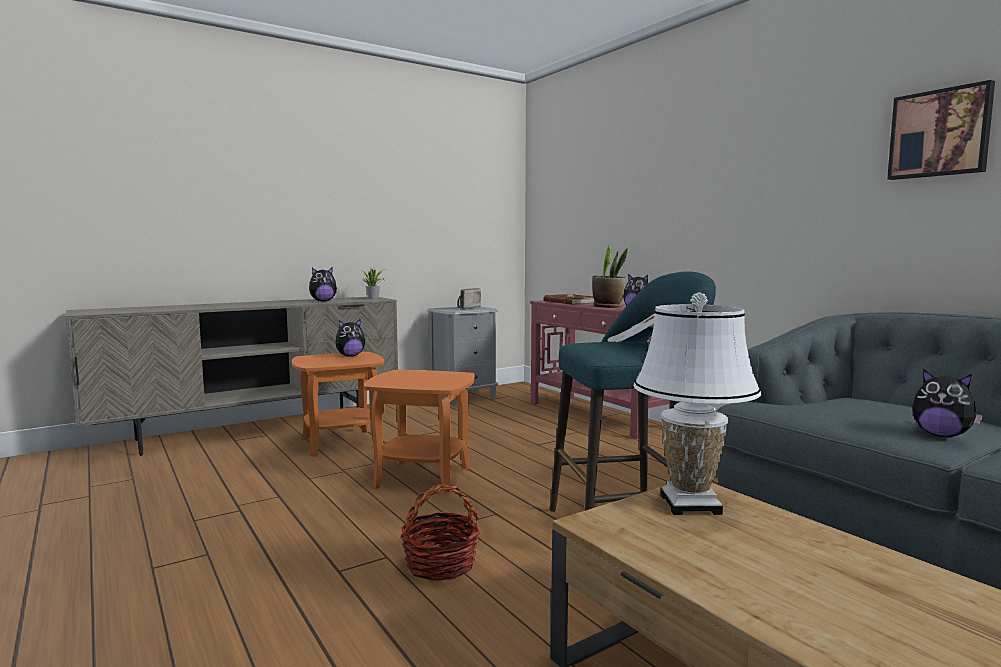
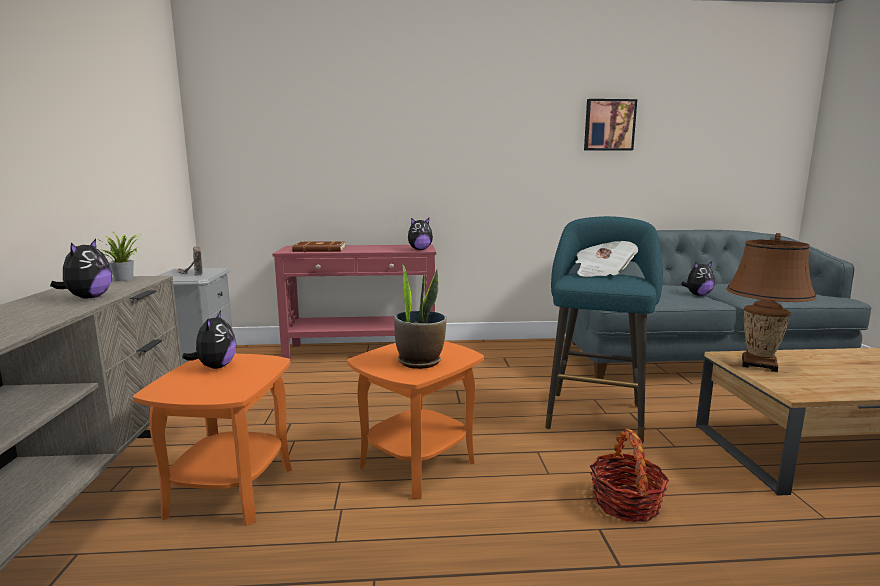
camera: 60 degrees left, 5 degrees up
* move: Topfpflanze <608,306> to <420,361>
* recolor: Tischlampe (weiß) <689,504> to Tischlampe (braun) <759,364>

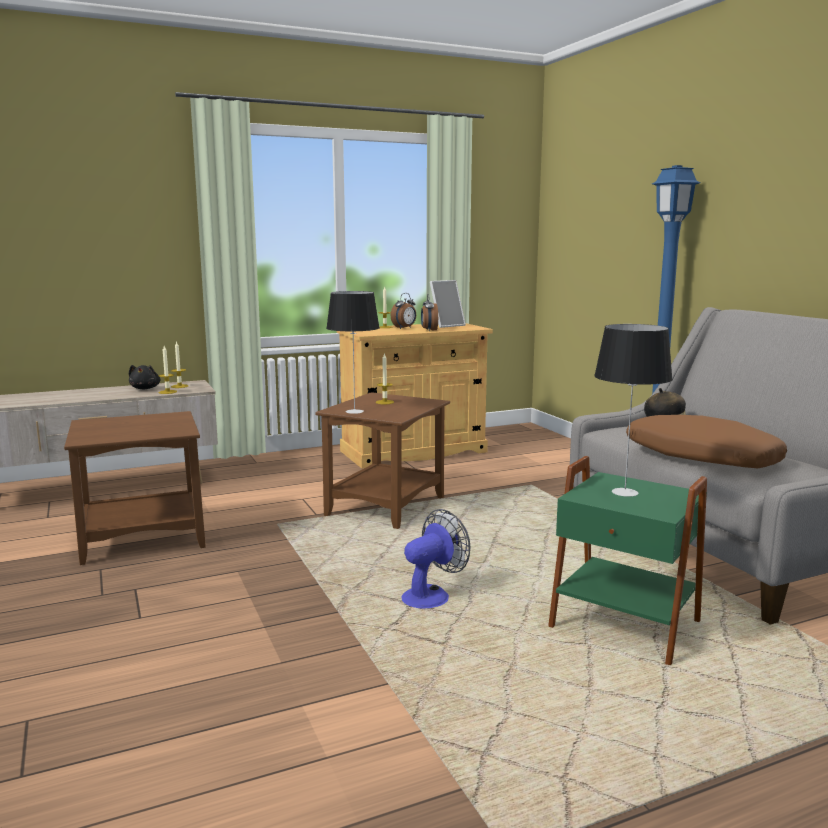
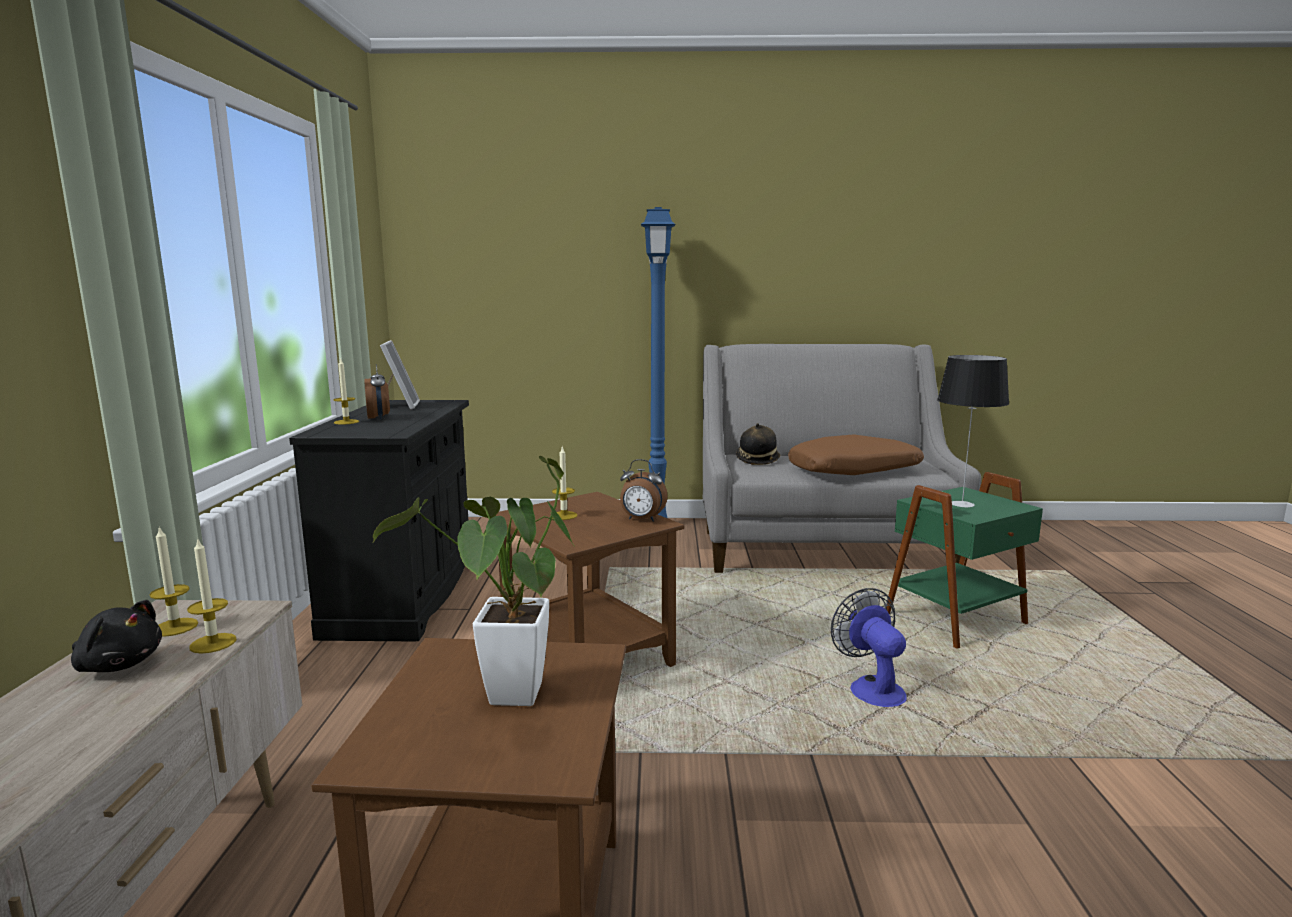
camera: 65 degrees left, 0 degrees up
* delete: Tischlampe <354,411>
* insert: Topfpflanze <511,702>
* move: Wecker <429,330> to <641,519>
* recolor: Schrank (beige) <413,451> to Schrank (schwarz) <404,595>

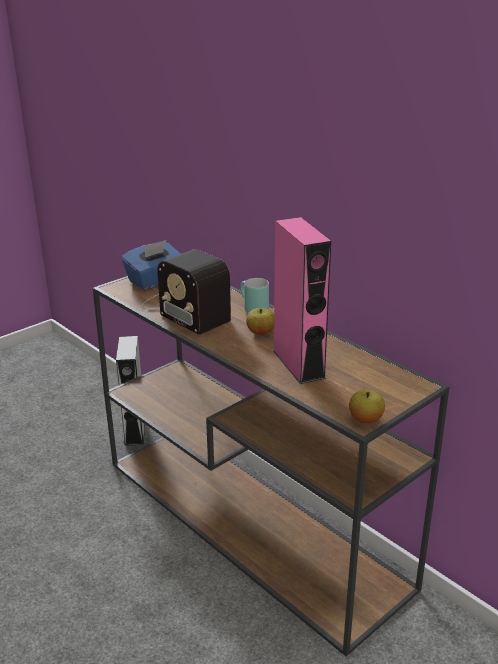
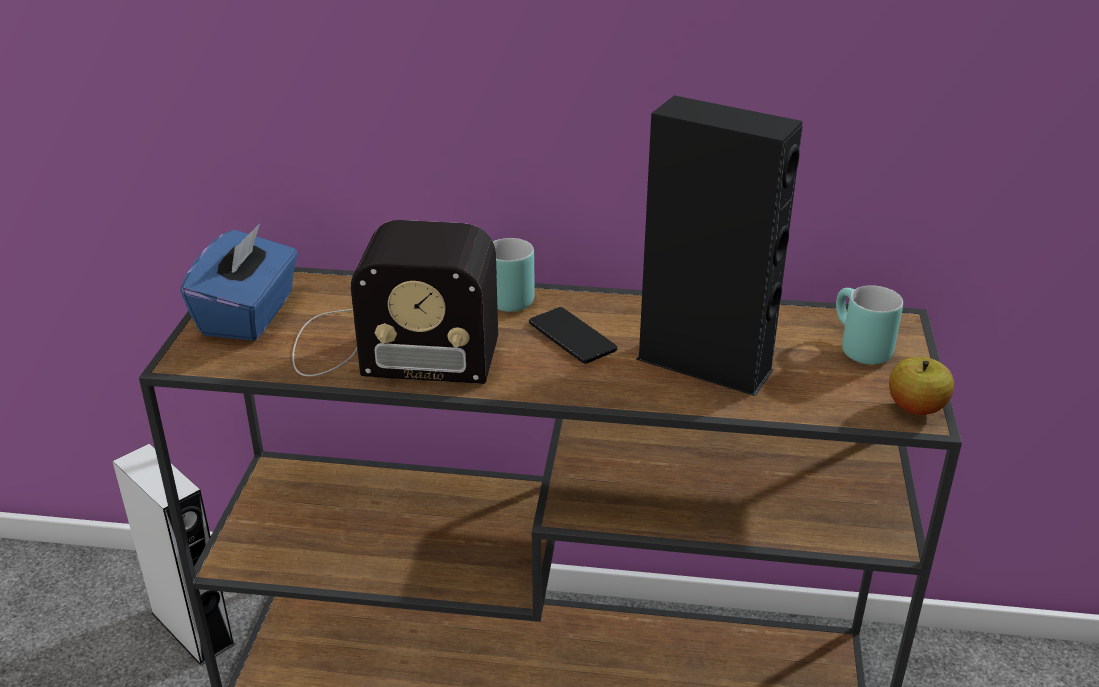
camera: 40 degrees left, 5 degrees up
* insert: Henkelbecher (türkis) <856,348>
* replace: Apfel <260,332> to Handy <572,336>
* recolor: Lautsprecher (rosa) <298,364> to Lautsprecher (schwarz) <704,364>

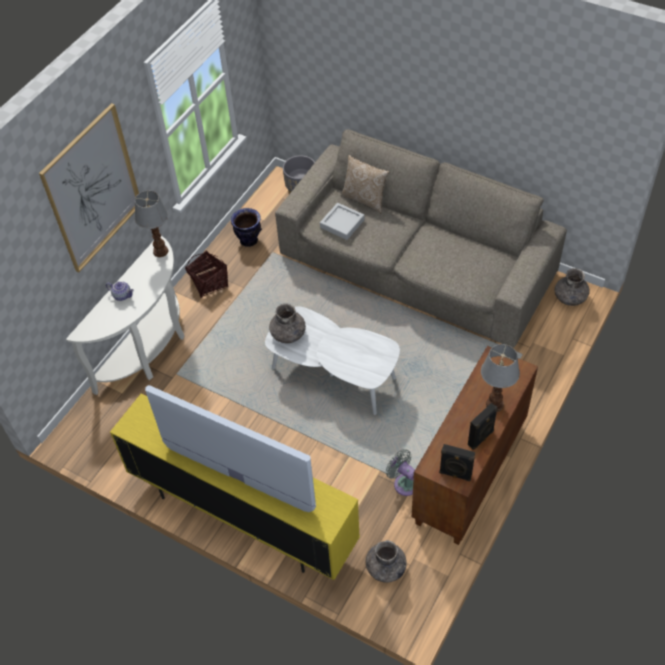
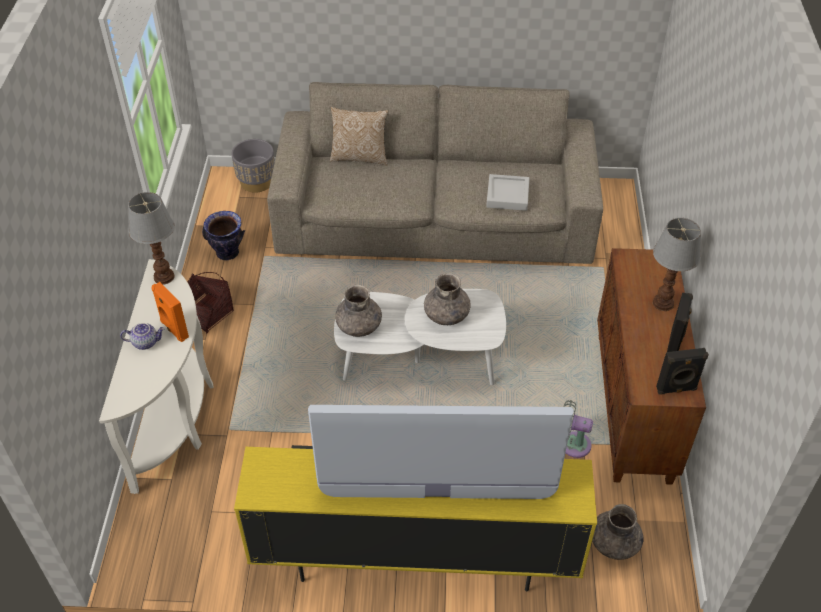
camera: 30 degrees left, 5 degrees down
* delete: Bild <93,189>
* insert: Lautsprecher (orange) <173,330>
* move: Tablett (grau) <342,223> to <507,196>
* move: Vase (grau) <570,297> to <447,315>

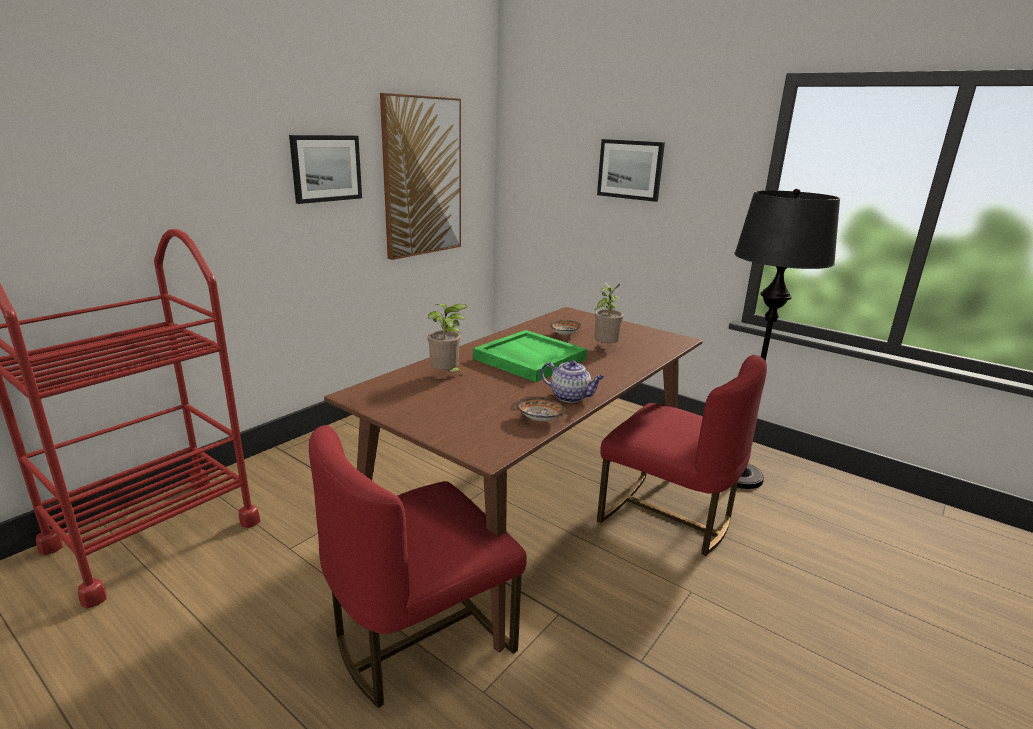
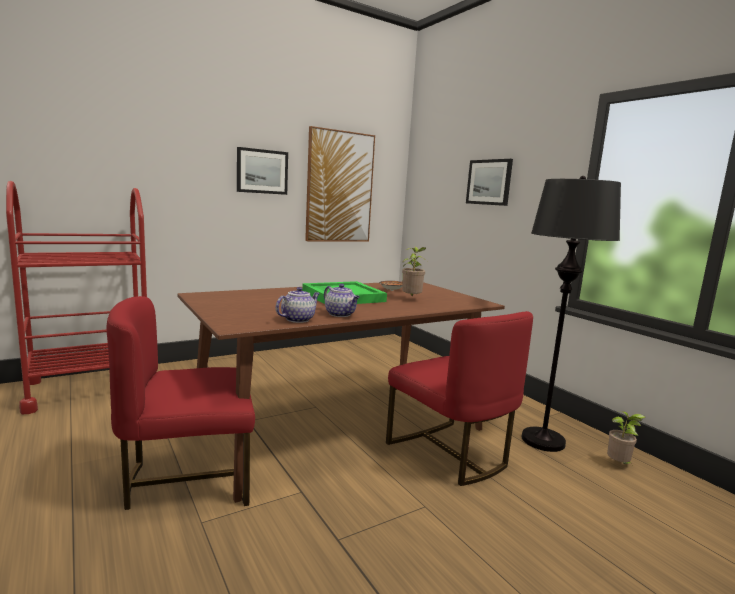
camera: 20 degrees right, 10 degrees down
* move: Topfpflanze <446,375> to <619,465>
* replace: Schüssel <539,419> to Teekanne <298,319>

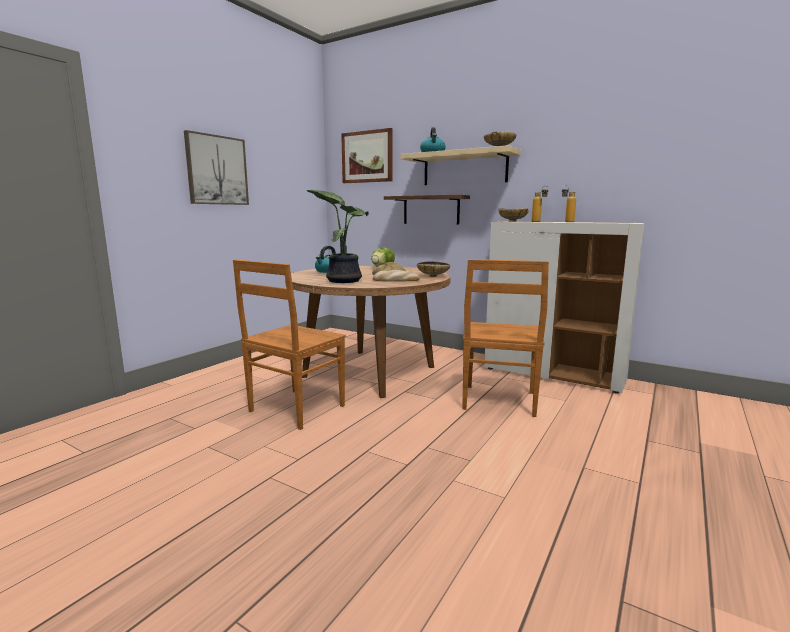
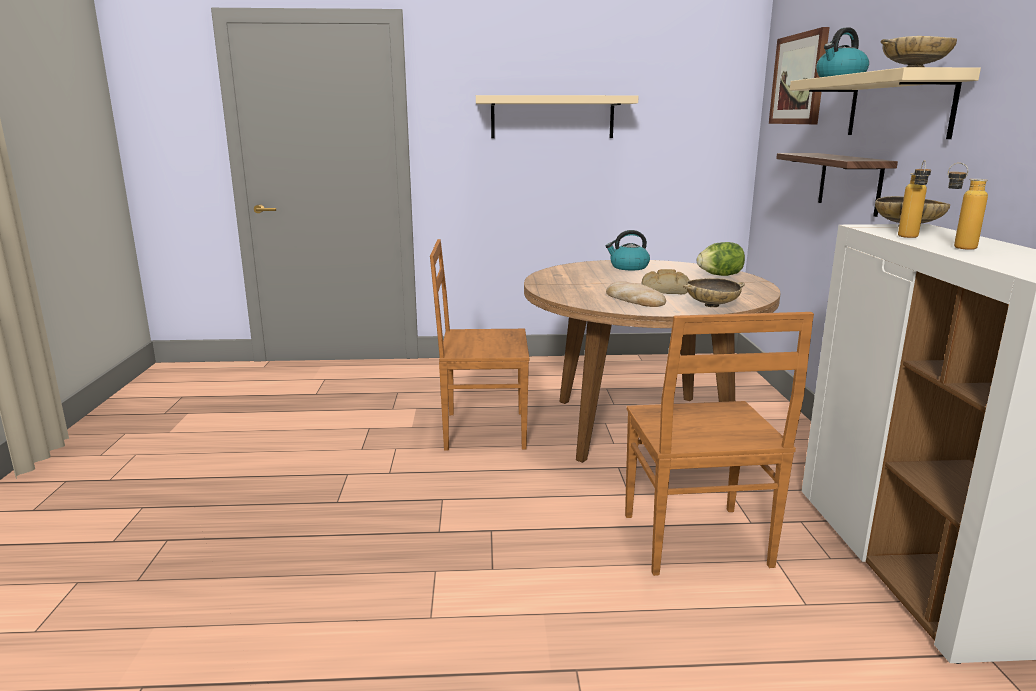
camera: 55 degrees right, 5 degrees up
* delete: Topfpflanze <343,280>
* replace: Bild <217,170> to Wandregal (beige) <552,117>
* rotate: Stuhl (braun) <499,401> = <696,542> 75 degrees counterclockwise

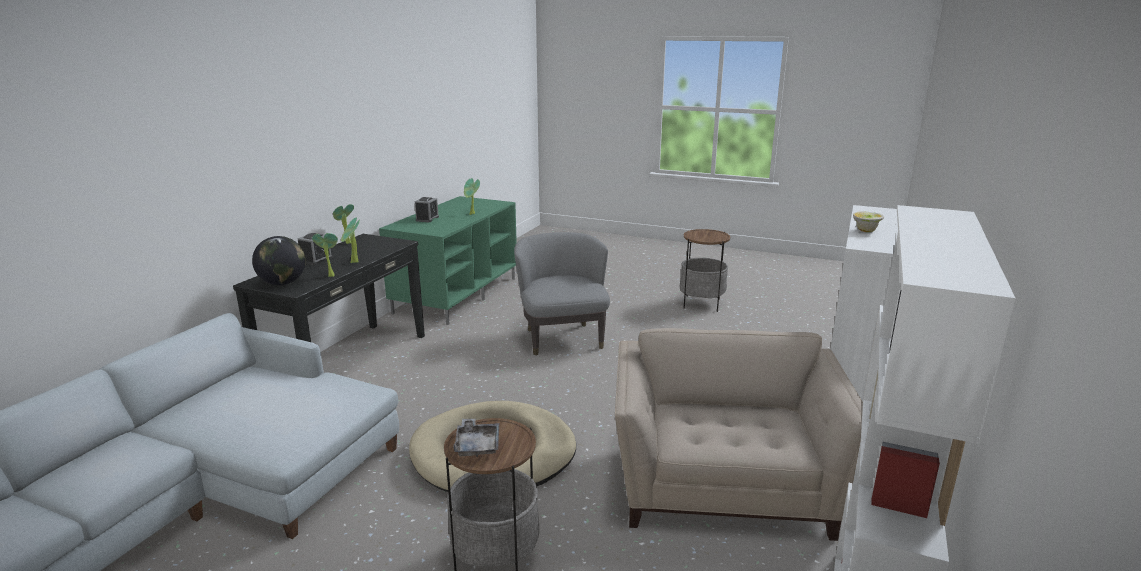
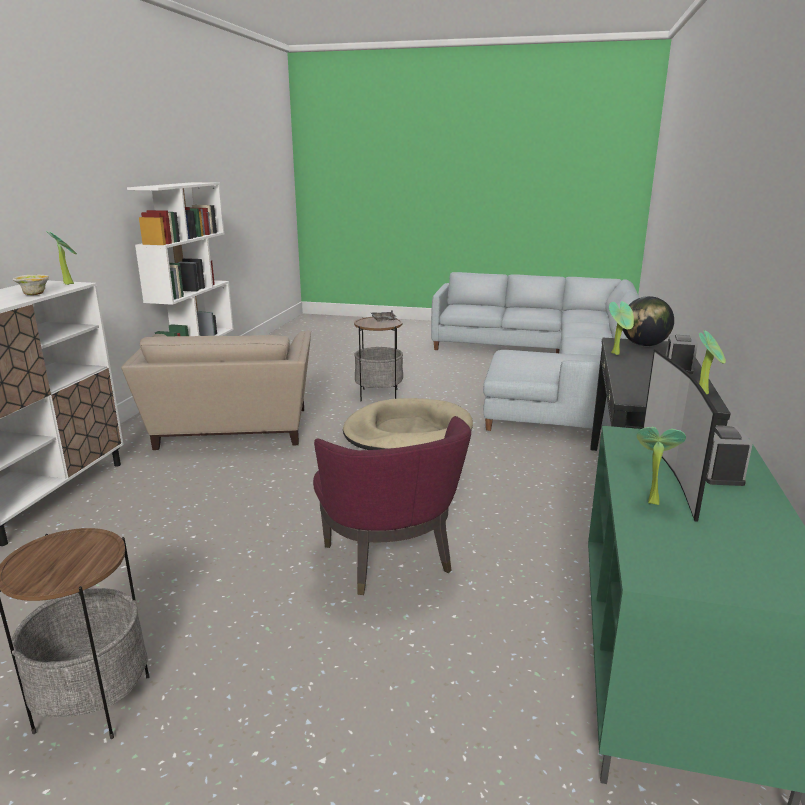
camera: 170 degrees right, 0 degrees up
* insert: Fernseher <673,473>
* move: Topfpflanze <353,263> to <69,283>
* recolor: Sessel (grau) <562,338> to Sessel (lila) <390,560>

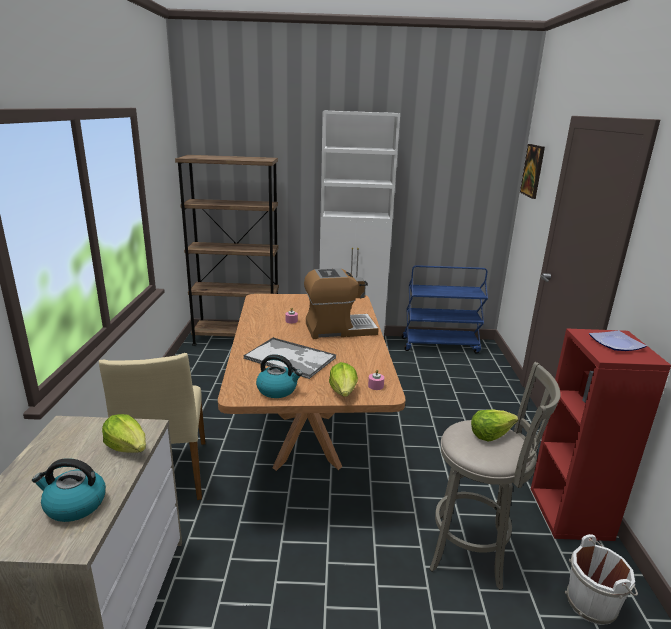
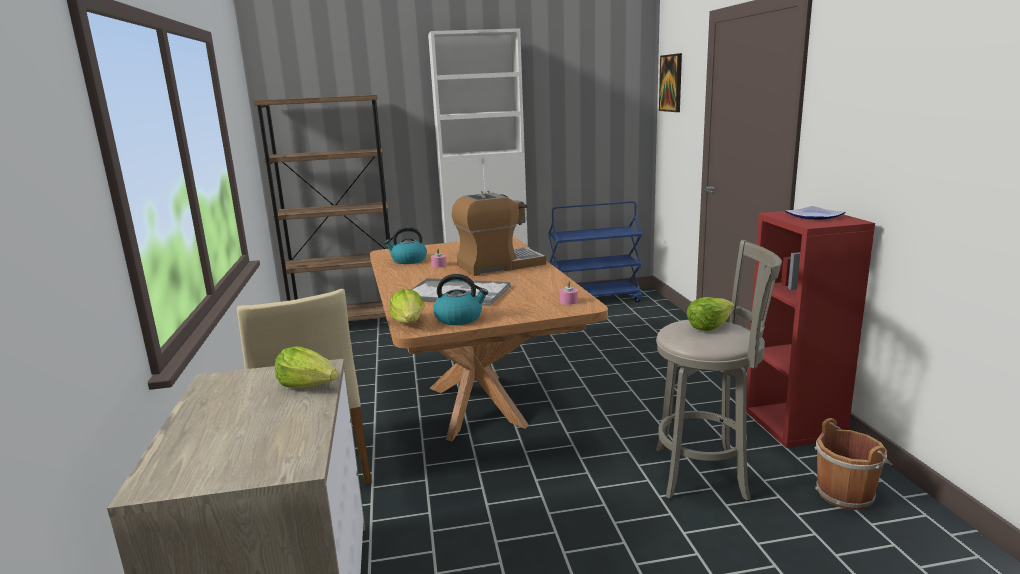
camera: 10 degrees left, 5 degrees down
* move: Wasserkessel <74,505> to <408,260>
* move: Salatkopf <343,391> to <409,322>
* recolor: Eimer (weiß) <593,603> to Eimer (braun) <846,493>

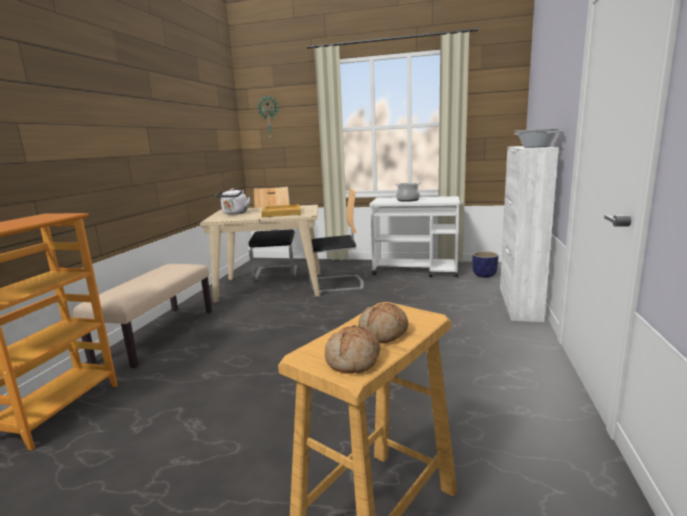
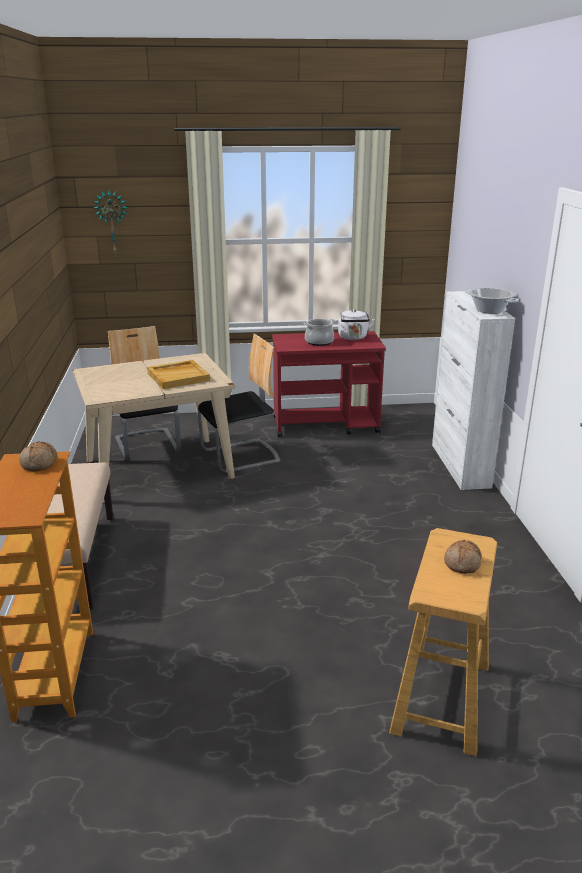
camera: 20 degrees left, 10 degrees up
* delete: Pflanzkübel <484,275>
* move: Wasserkessel (weiß) <234,213> to <353,338>
* move: Brot <354,360> to <40,464>
* recolor: Rollwagen (weiß) <416,270> to Rollwagen (rot) <326,425>

